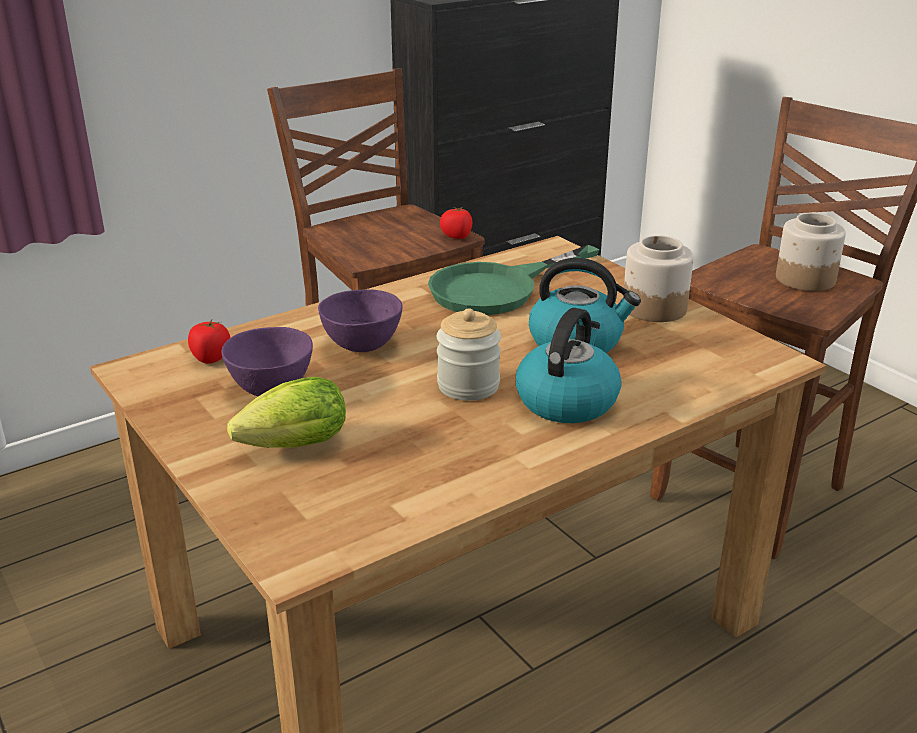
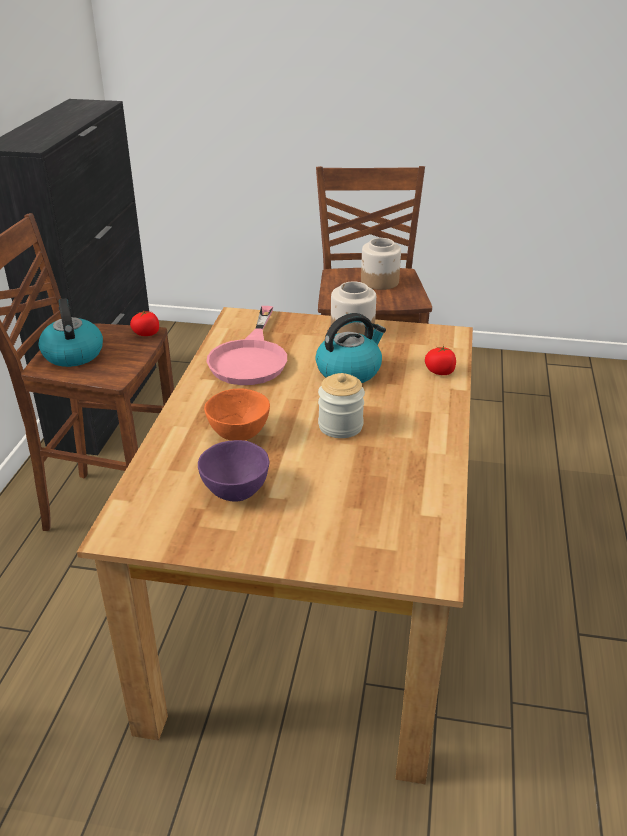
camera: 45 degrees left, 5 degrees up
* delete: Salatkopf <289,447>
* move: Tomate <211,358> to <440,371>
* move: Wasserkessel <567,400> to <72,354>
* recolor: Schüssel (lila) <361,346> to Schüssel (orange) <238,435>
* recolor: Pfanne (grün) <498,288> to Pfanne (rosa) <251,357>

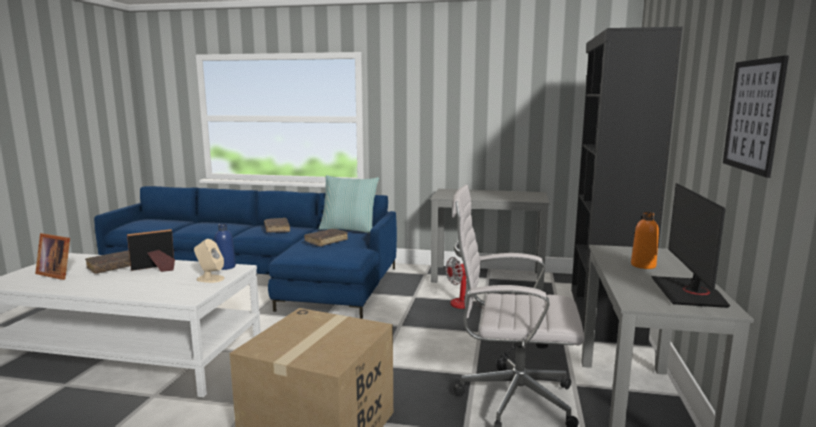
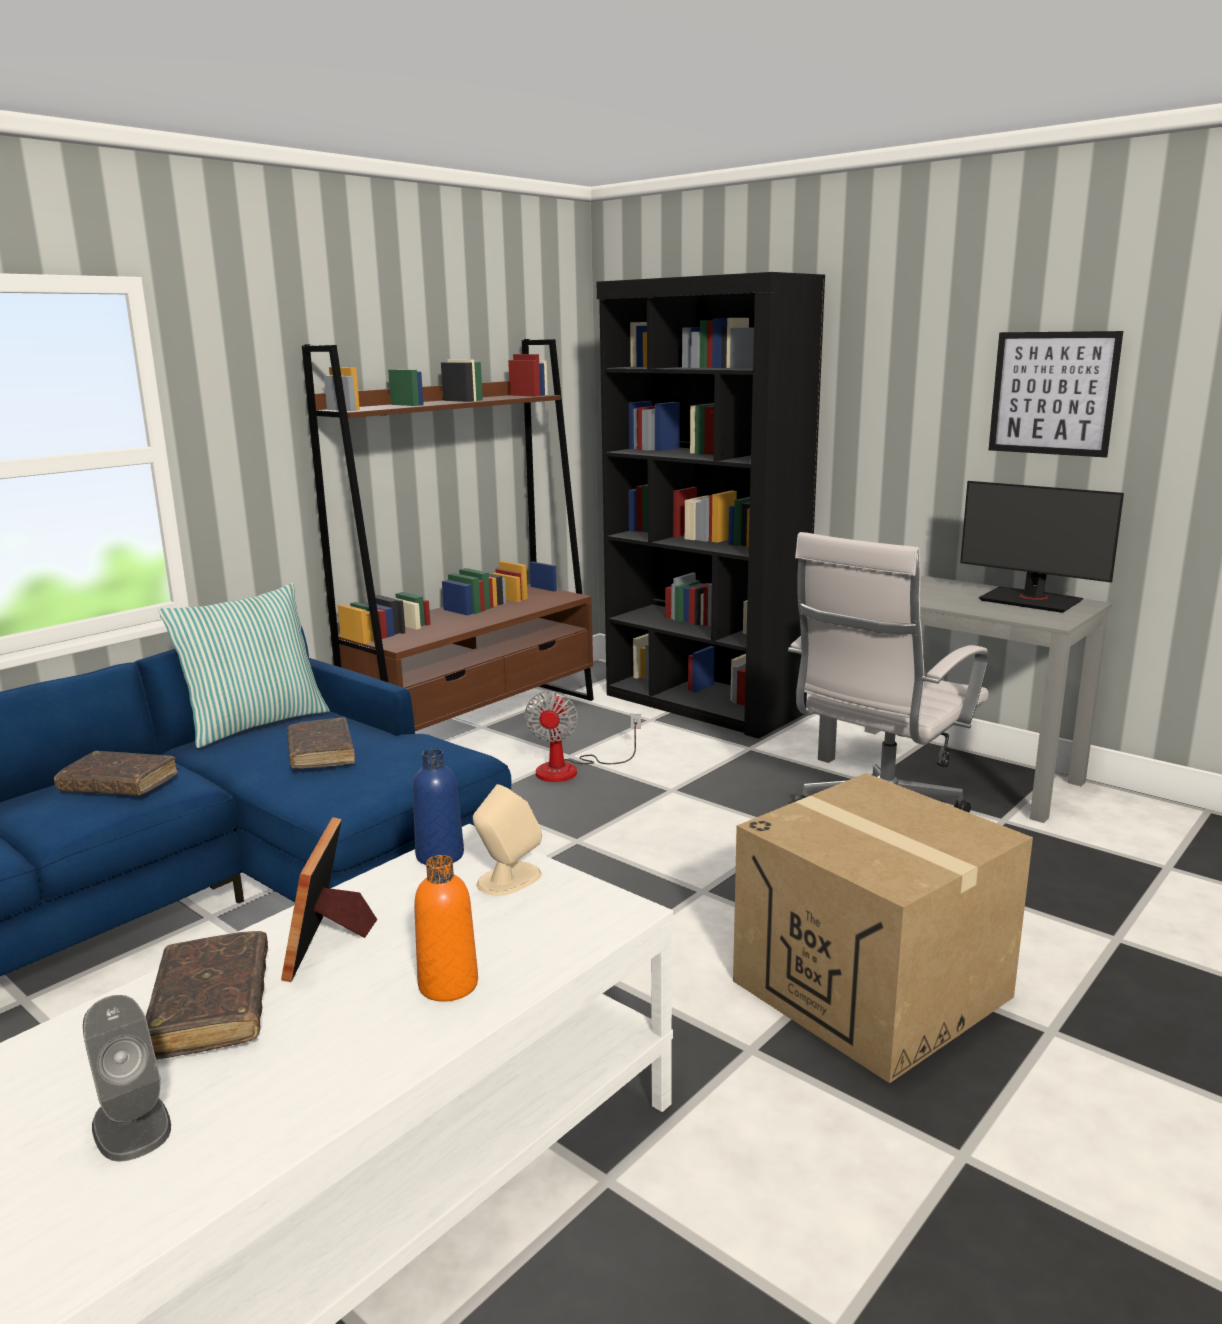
camera: 60 degrees left, 5 degrees up
* move: Flasche (orange) <643,265> to <448,984>
* replace: Bilderrahmen <57,274> to Lautsprecher (grau) <131,1124>
* replace: Schreibtisch (grau) <487,276> to Bücherregal (braun) <477,725>

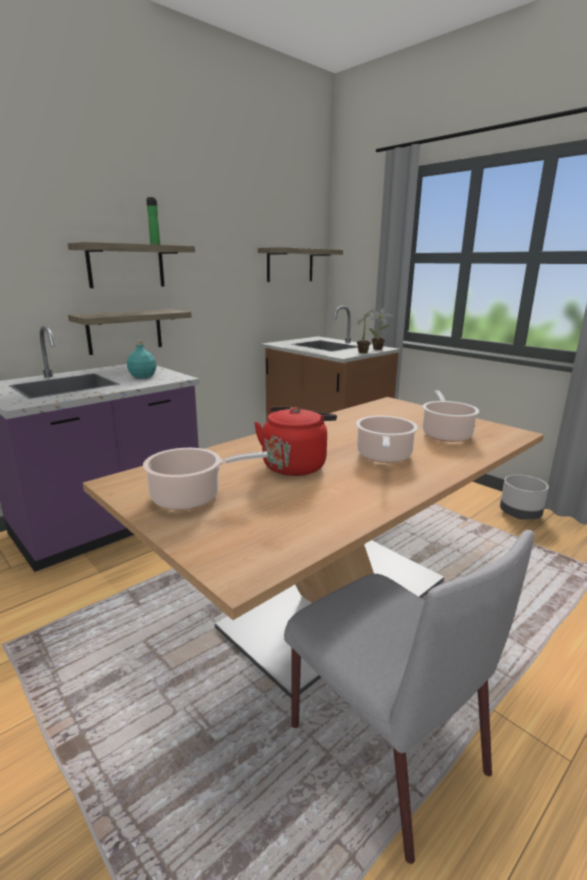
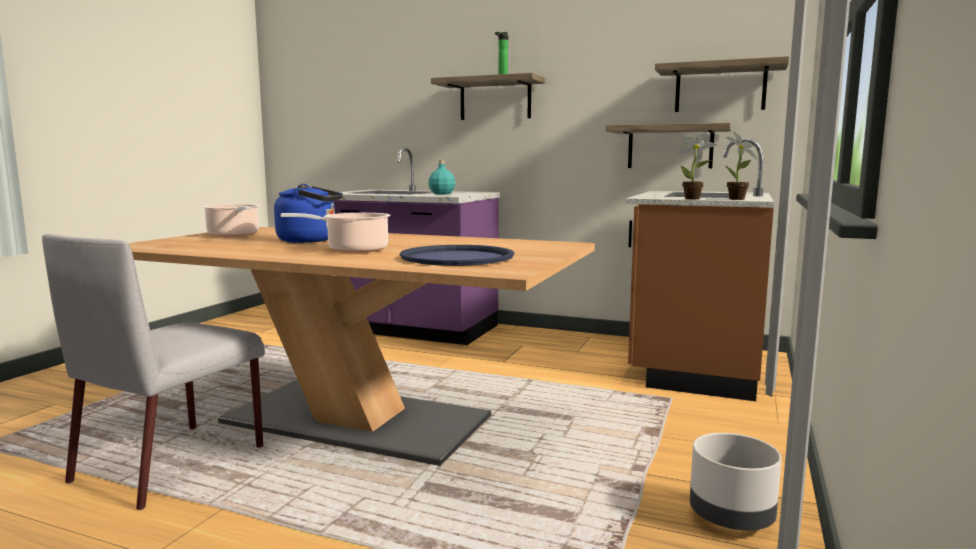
camera: 65 degrees right, 10 degrees down
* move: Wandregal <125,331> to <670,147>
* replace: Kochtopf <445,434> to Tablett (blau) <457,257>
* recolor: Wasserkessel (rot) <295,465> to Wasserkessel (blau) <311,240>

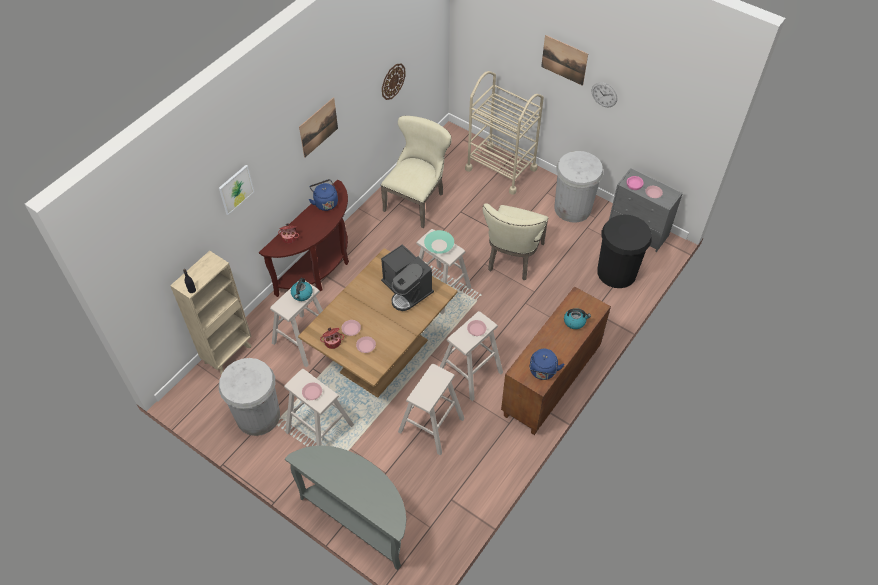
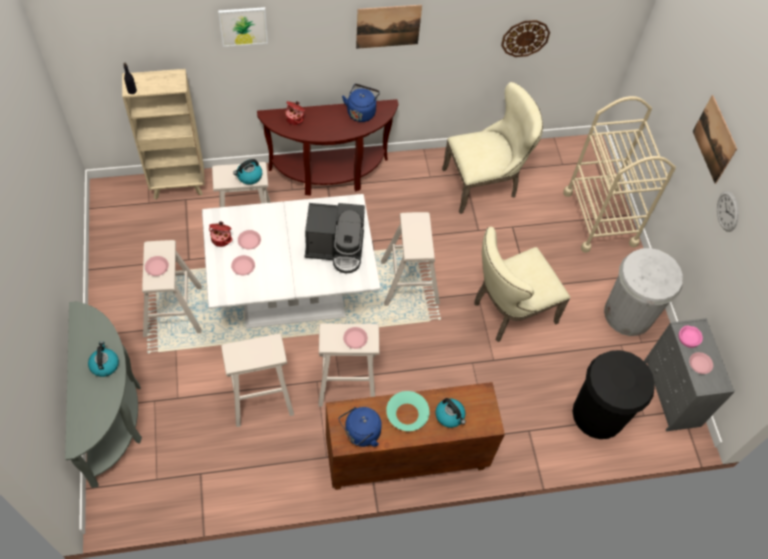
camera: 40 degrees right, 5 degrees up
* delete: Mülleimer (weiß) <258,416>
* insert: Wasserkessel <104,364>
* move: Schüssel (türkis) <439,245> to <407,414>
* recolor: Esstisch (braun) <383,356> to Esstisch (weiß) <292,296>
* rotate: Kaffeemaschine <407,290> = <336,248> 90 degrees counterclockwise

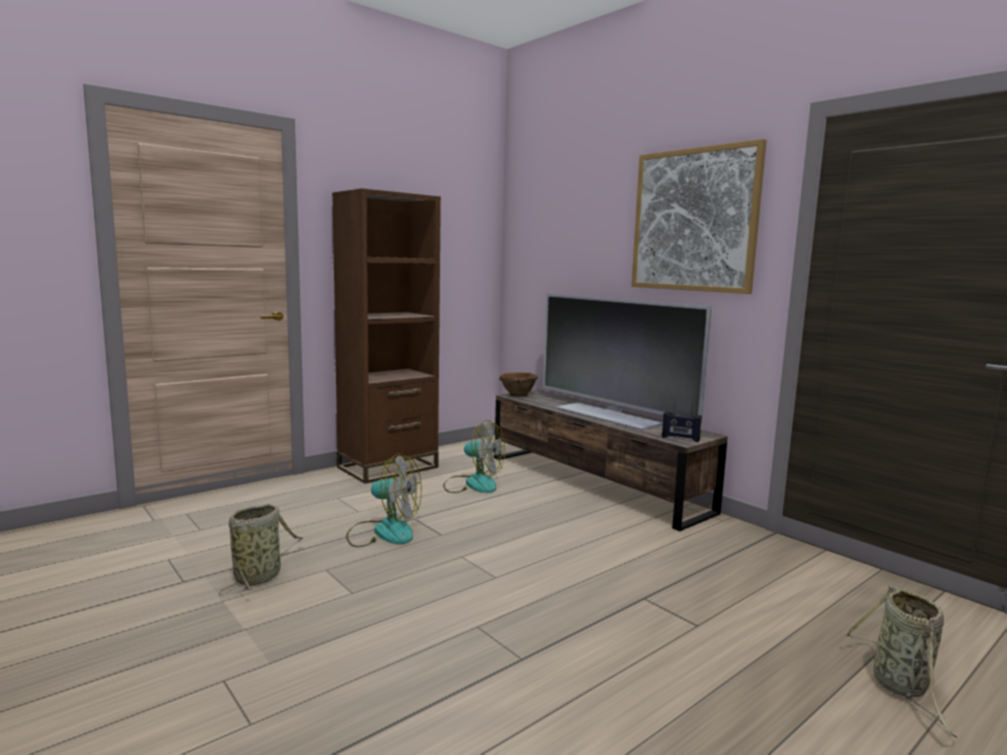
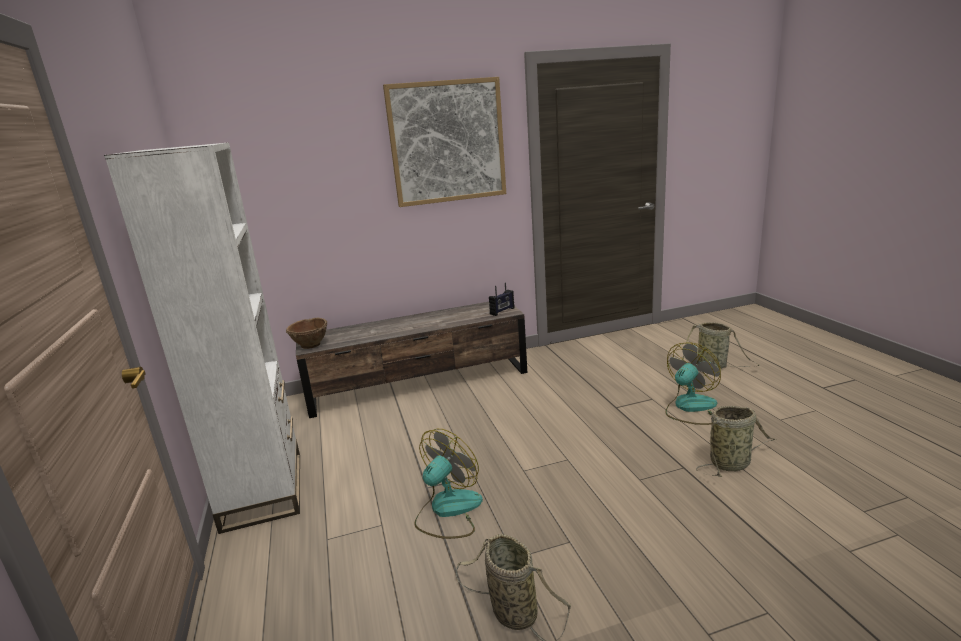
camera: 65 degrees left, 10 degrees up
* delete: Fernseher <609,415>
* insert: Korb <731,463>
* move: Ventilator <473,484> to <690,408>
* recolor: Bücherregal (braun) <388,467> to Bücherregal (weiß) <263,490>

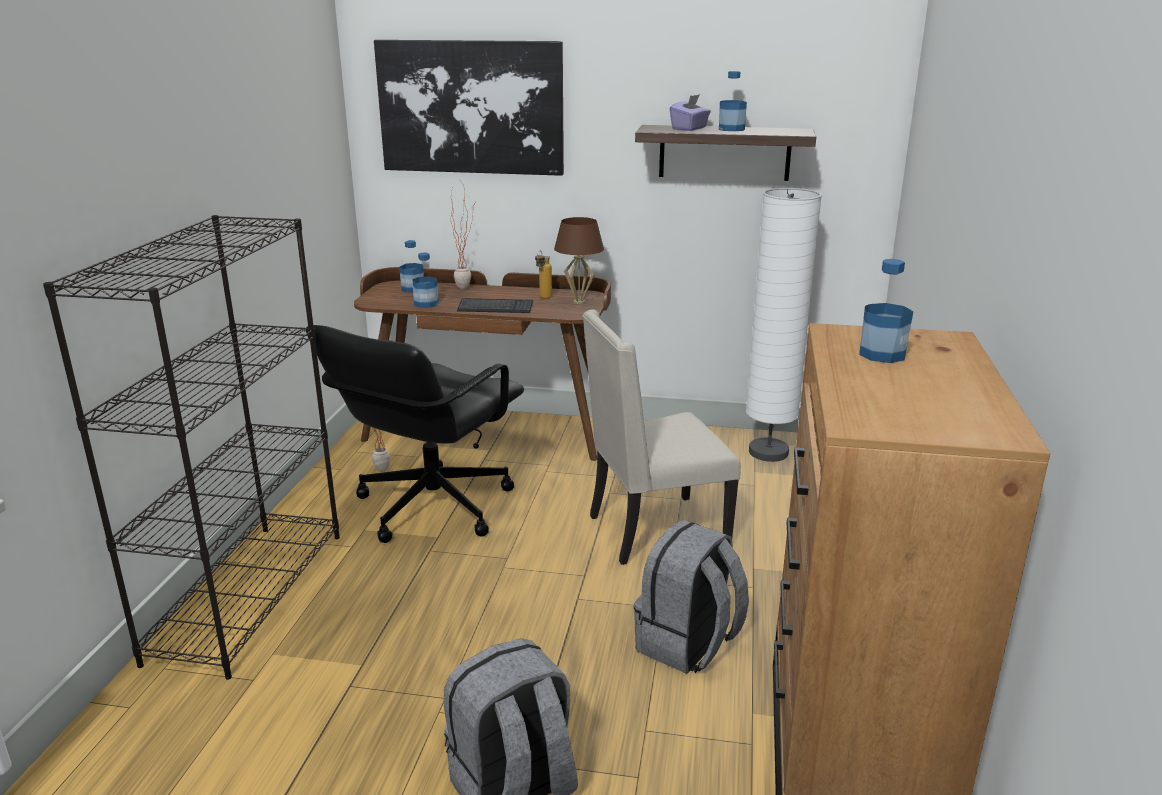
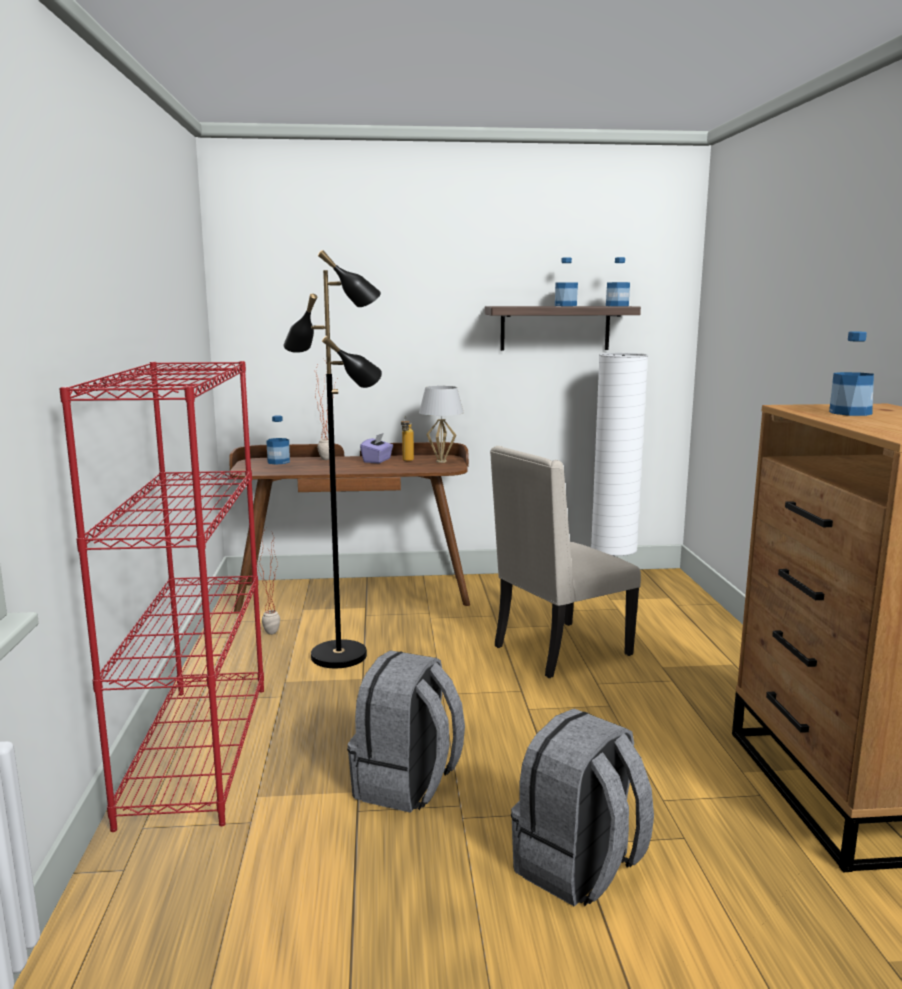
camera: 15 degrees left, 10 degrees down
* delete: Bild <471,107>
* delete: Tastatur <495,308>
* move: Flasche <426,304> to <617,306>
* move: Rucksack (grau) <688,645> to <407,785>
* move: Taschentuchbox (lila) <689,128> to <377,460>
* replace: Bürostuhl (schwarz) <431,506> to Stehlampe (schwarz) <340,655>
* recolor: Bücherregal (schwarz) <249,594> to Bücherregal (rot) <198,749>
* recolor: Tischlampe (braun) <579,302> to Tischlampe (weiß) <441,461>

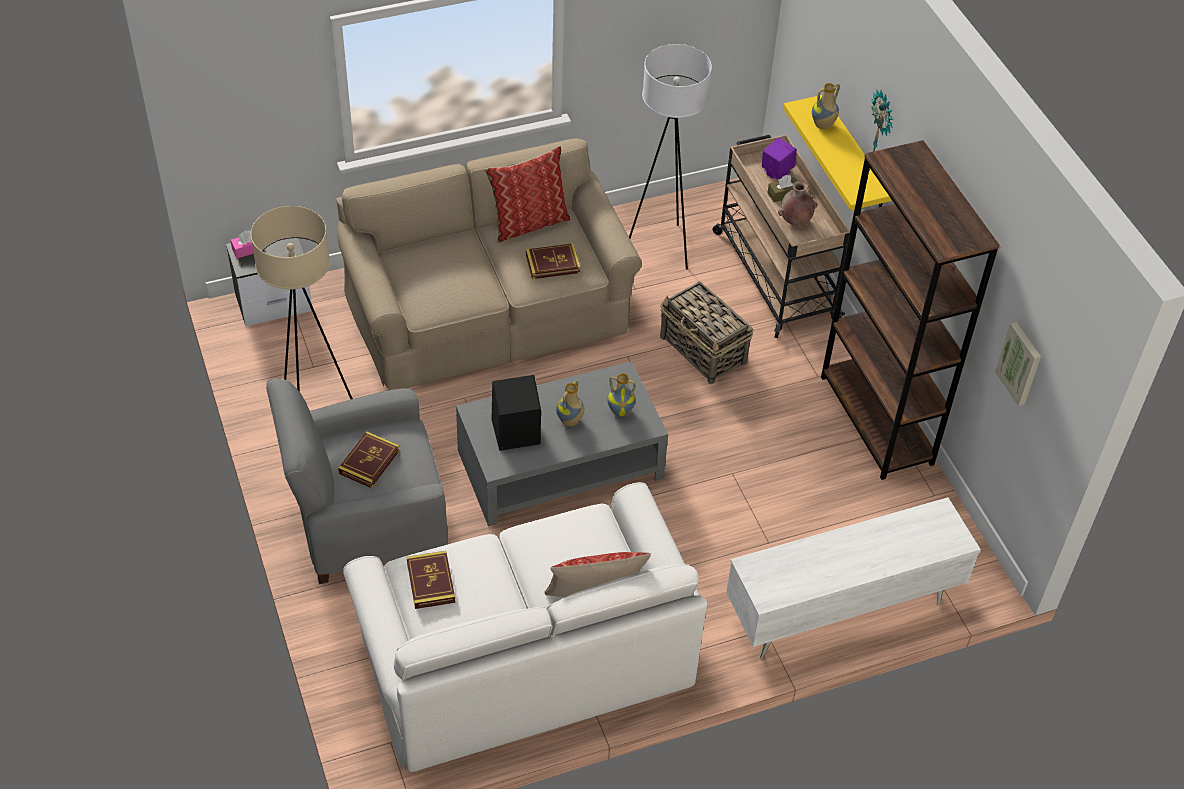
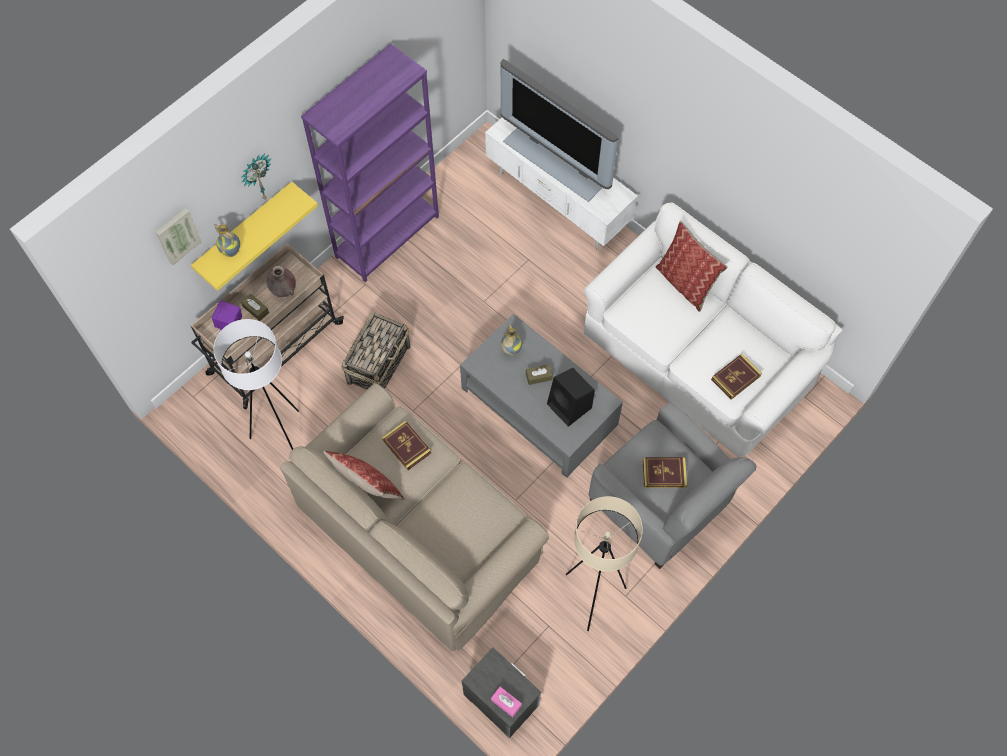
camera: 115 degrees left, 15 degrees up
* insert: Fernseher <557,160>
* move: Bild <1020,363> to <177,235>
* replace: Vase <570,421> to Taschentuchbox (braun) <539,376>
* recolor: Bücherregal (braun) <876,420> to Bücherregal (lila) <387,236>

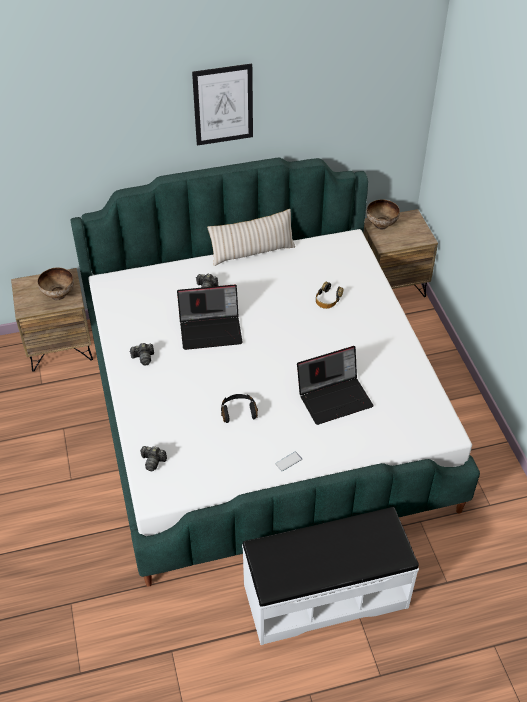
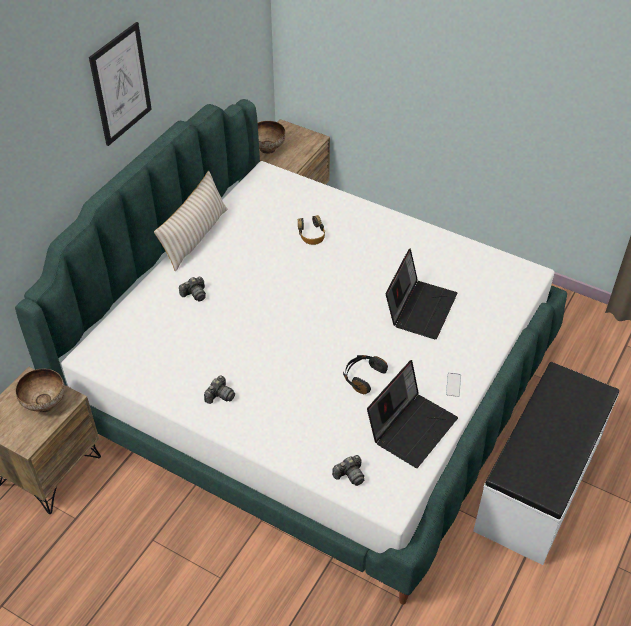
camera: 45 degrees left, 0 degrees up
* move: Laptop <211,330> to <411,427>

